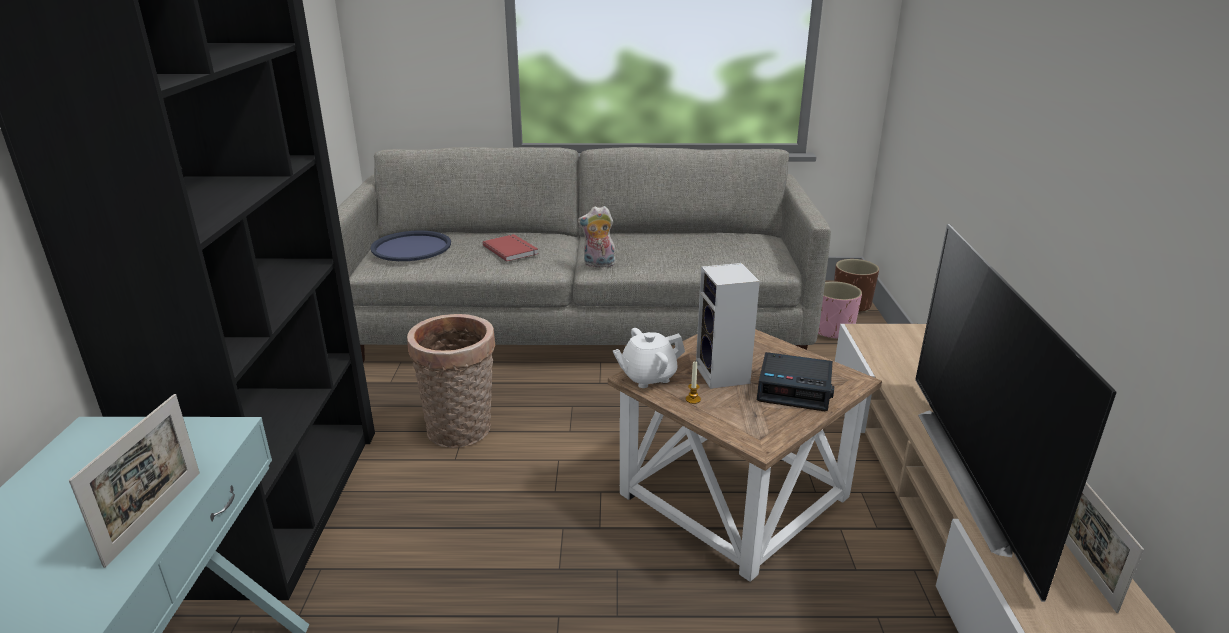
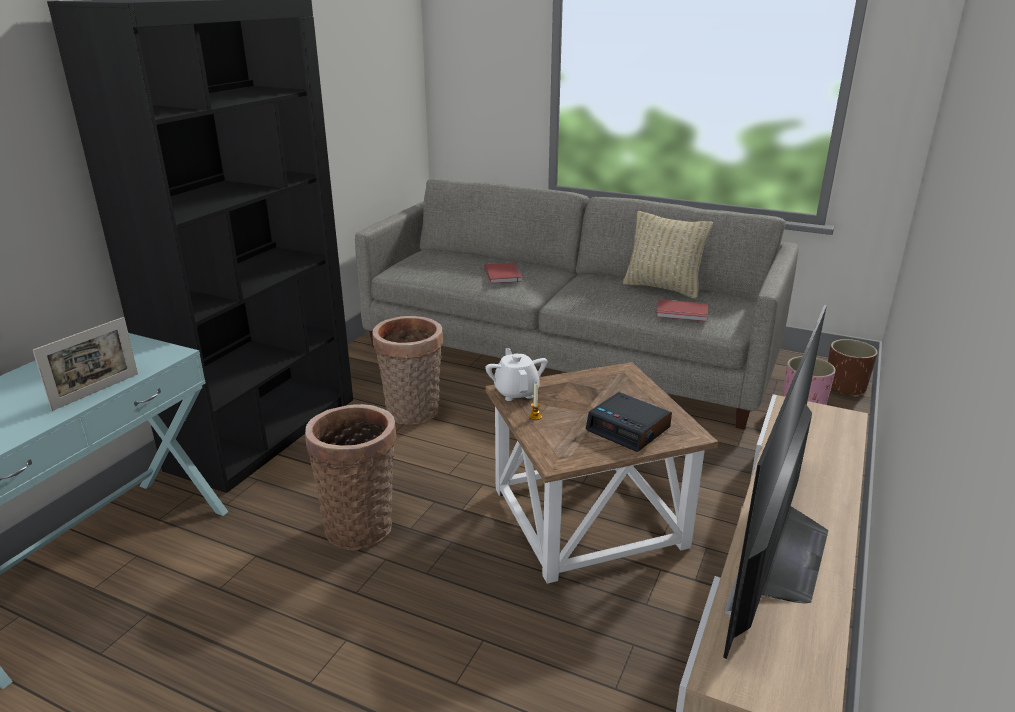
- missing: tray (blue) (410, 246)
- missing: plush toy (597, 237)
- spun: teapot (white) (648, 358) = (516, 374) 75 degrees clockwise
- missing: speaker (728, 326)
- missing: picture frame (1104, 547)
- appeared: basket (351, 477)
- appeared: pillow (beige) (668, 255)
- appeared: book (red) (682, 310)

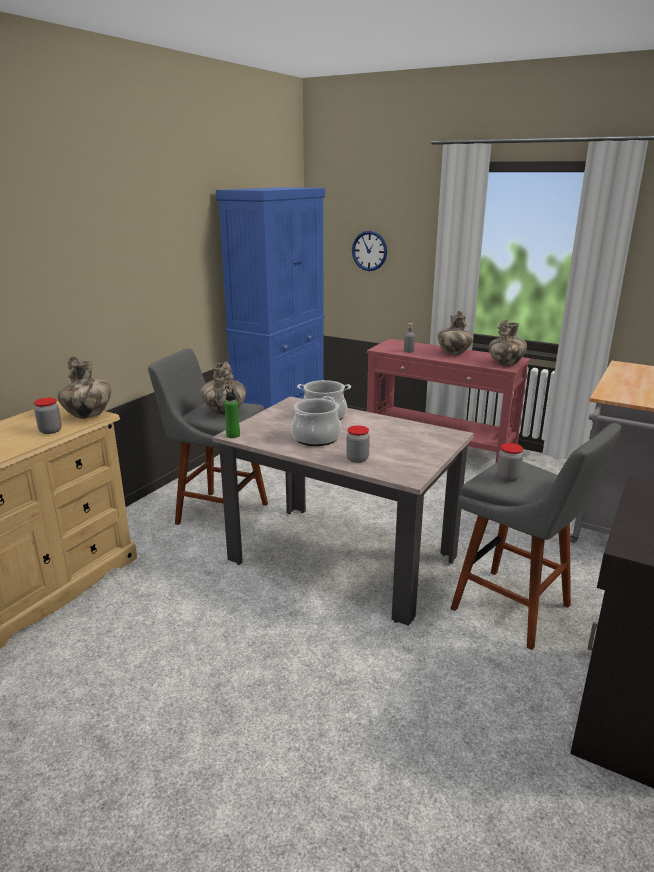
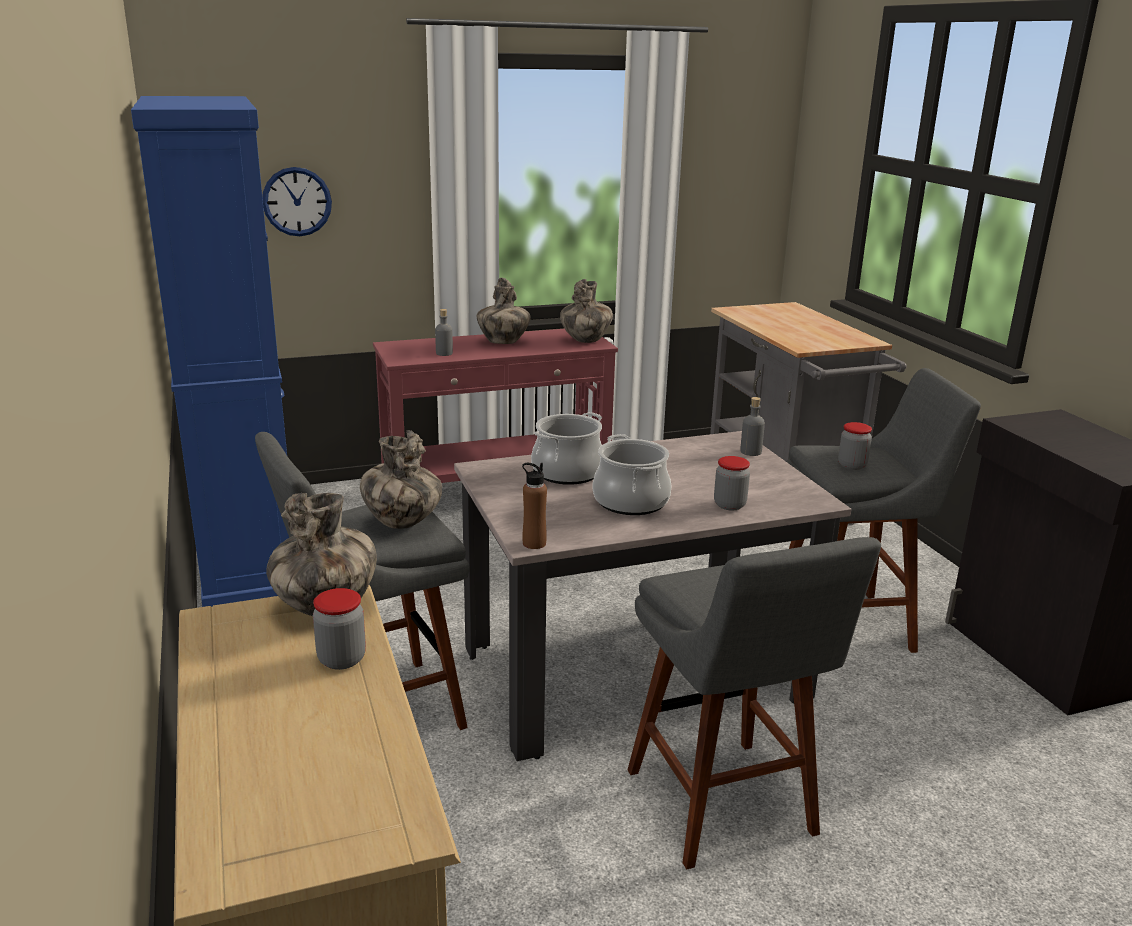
- colour: bottle (green) (232, 412) to bottle (brown) (534, 506)
- appeared: stool (grey) (754, 703)
- appeared: bottle (grey) (752, 426)

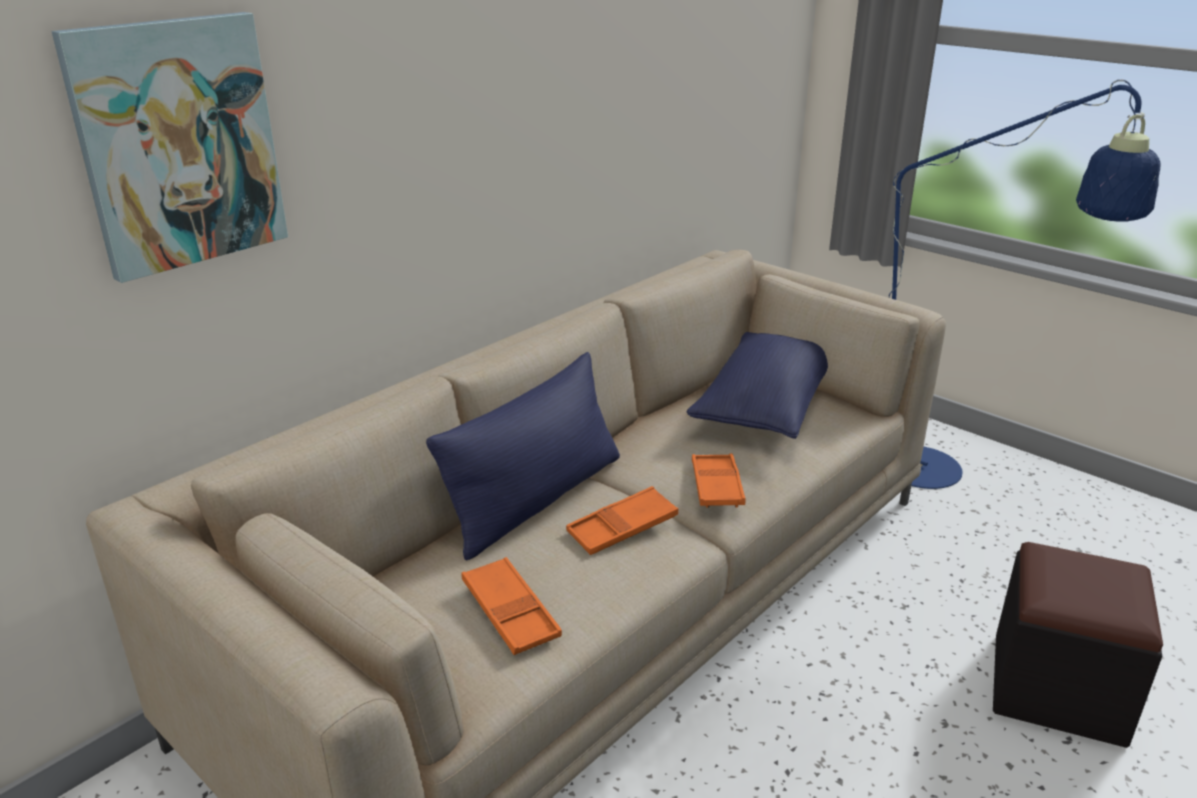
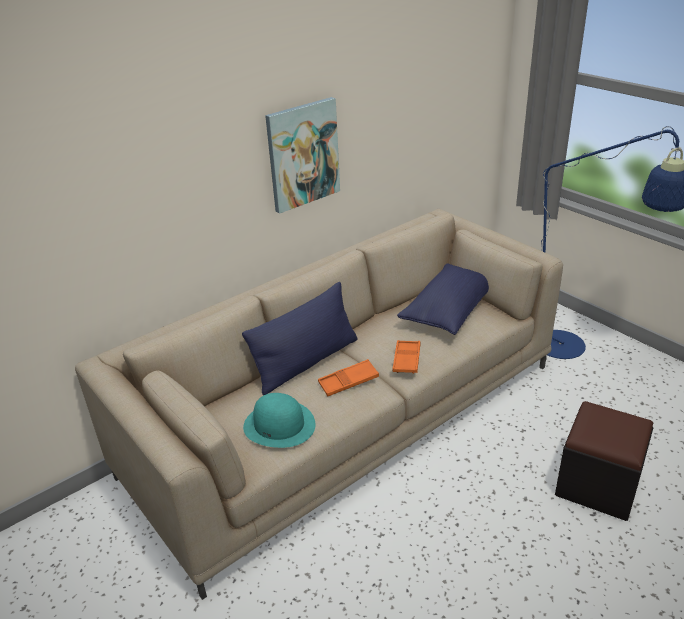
- relocated: picture (170, 147) to (302, 155)
- exchanged: tray (orange) (512, 606) to hat (turquoise) (279, 420)

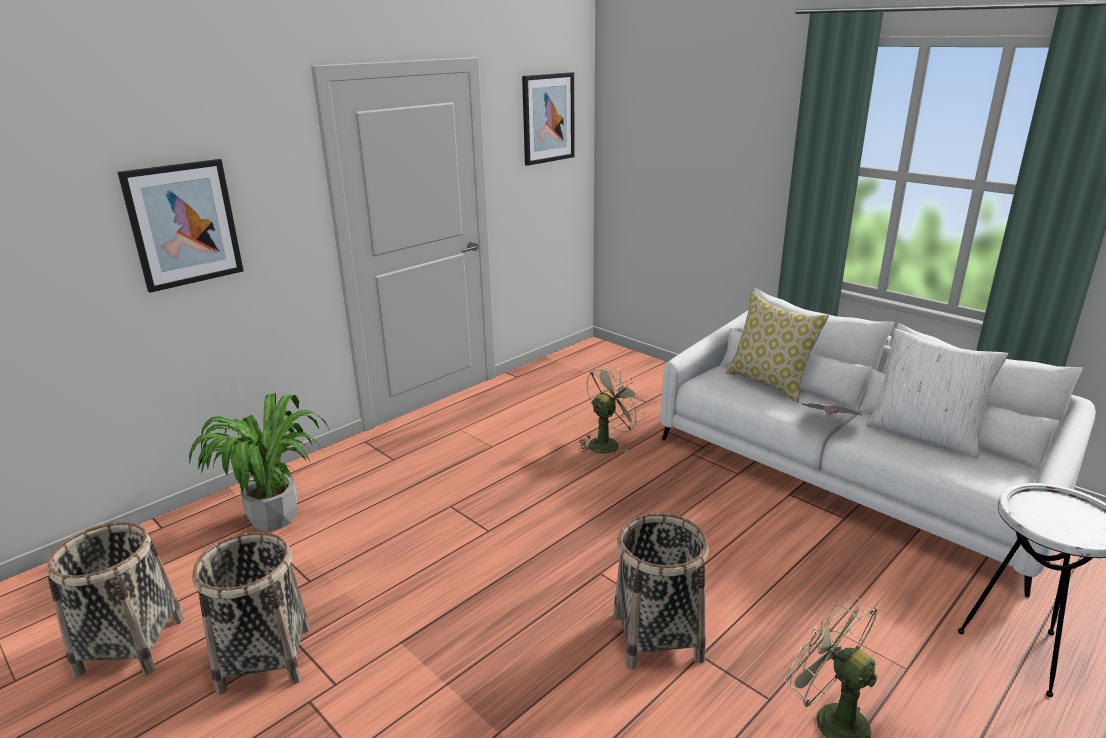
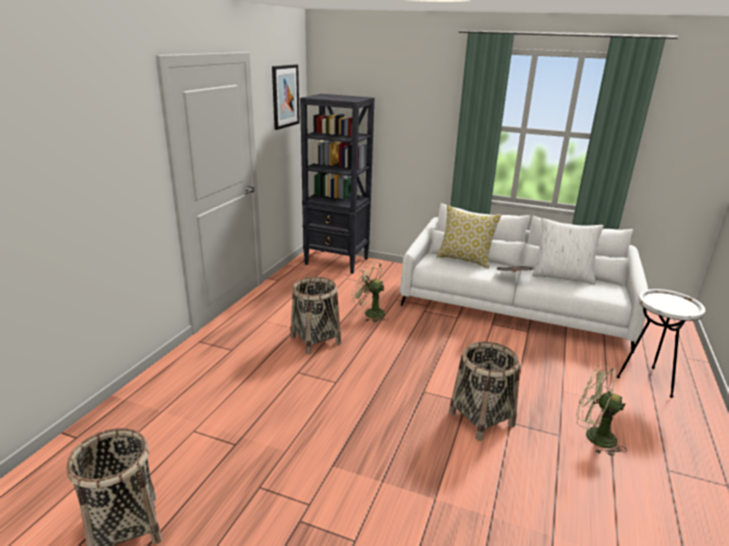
- missing: picture (181, 226)
- missing: potted plant (259, 462)
- relocated: basket (251, 613) to (315, 315)
- spun: fan (green) (611, 410) = (369, 291) 90 degrees counterclockwise
- appeared: bookcase (black) (337, 184)

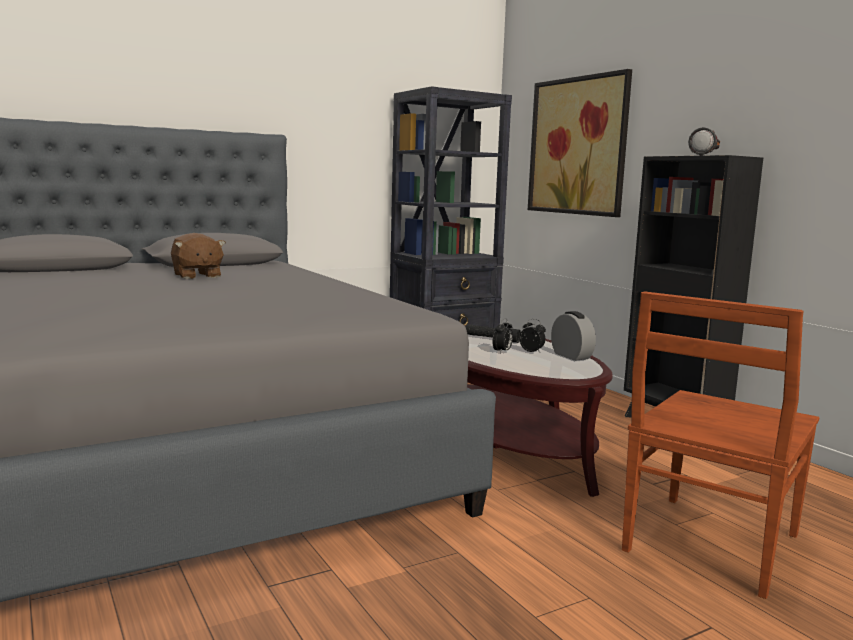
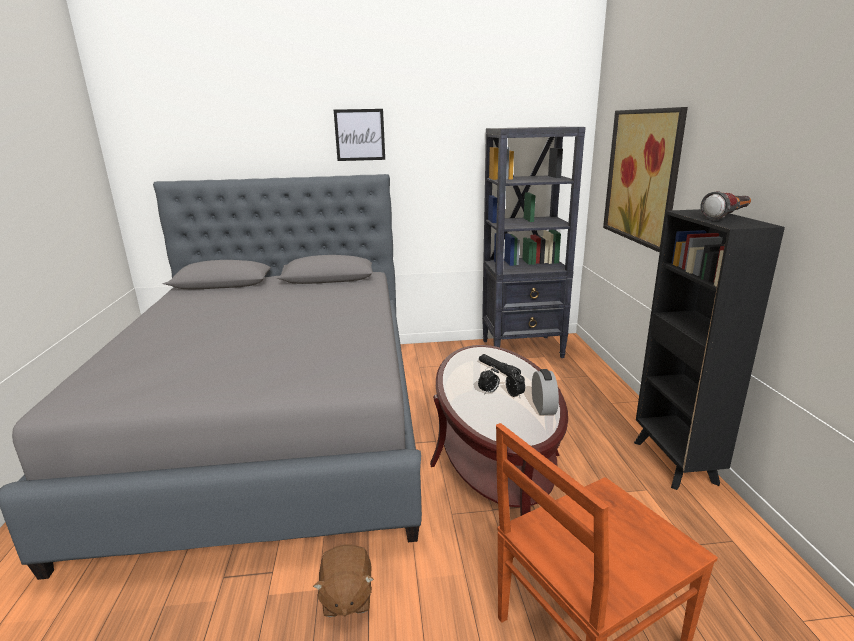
- relocated: plush toy (brown) (198, 256) to (343, 580)
- appeared: picture (359, 135)

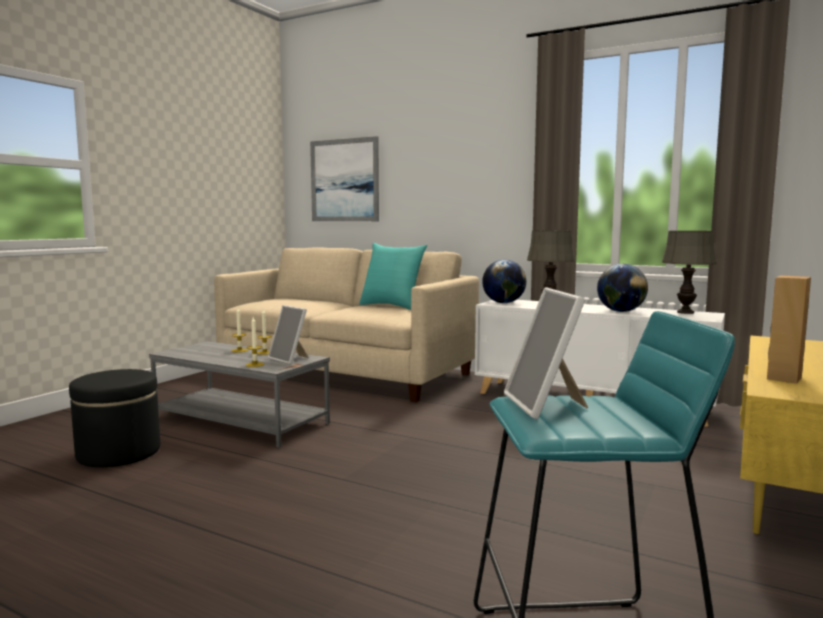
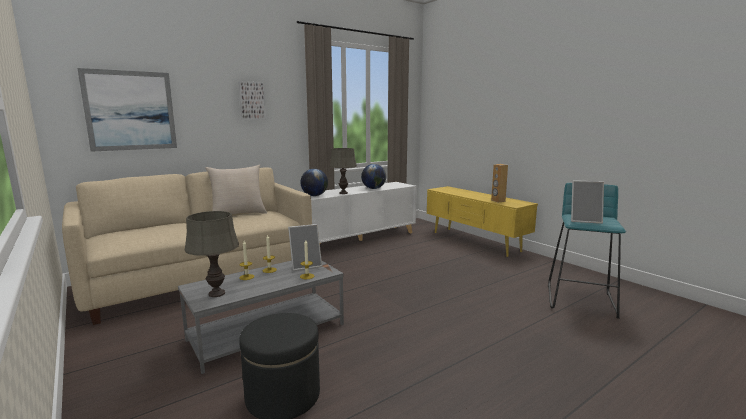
- colour: pillow (turquoise) (393, 276) to pillow (beige) (236, 189)
- relocated: table lamp (grey) (689, 272) to (212, 254)
- appeared: picture (252, 100)

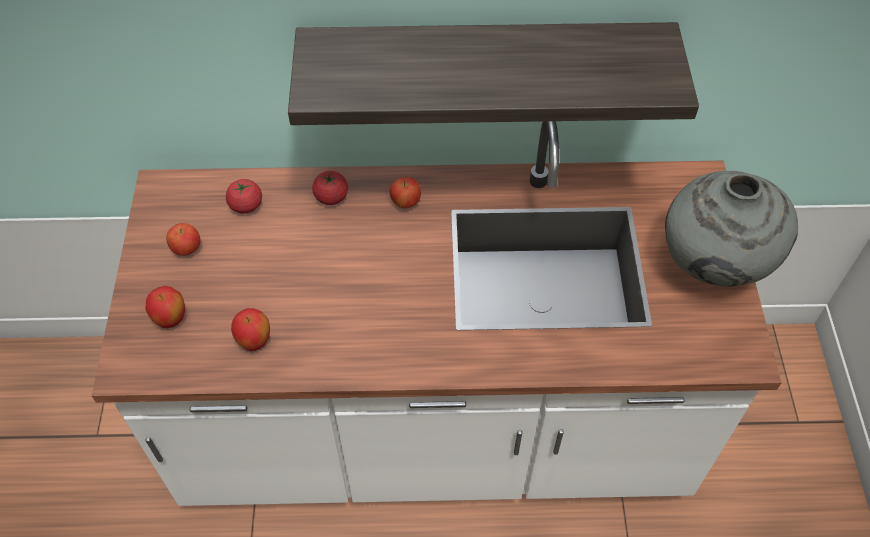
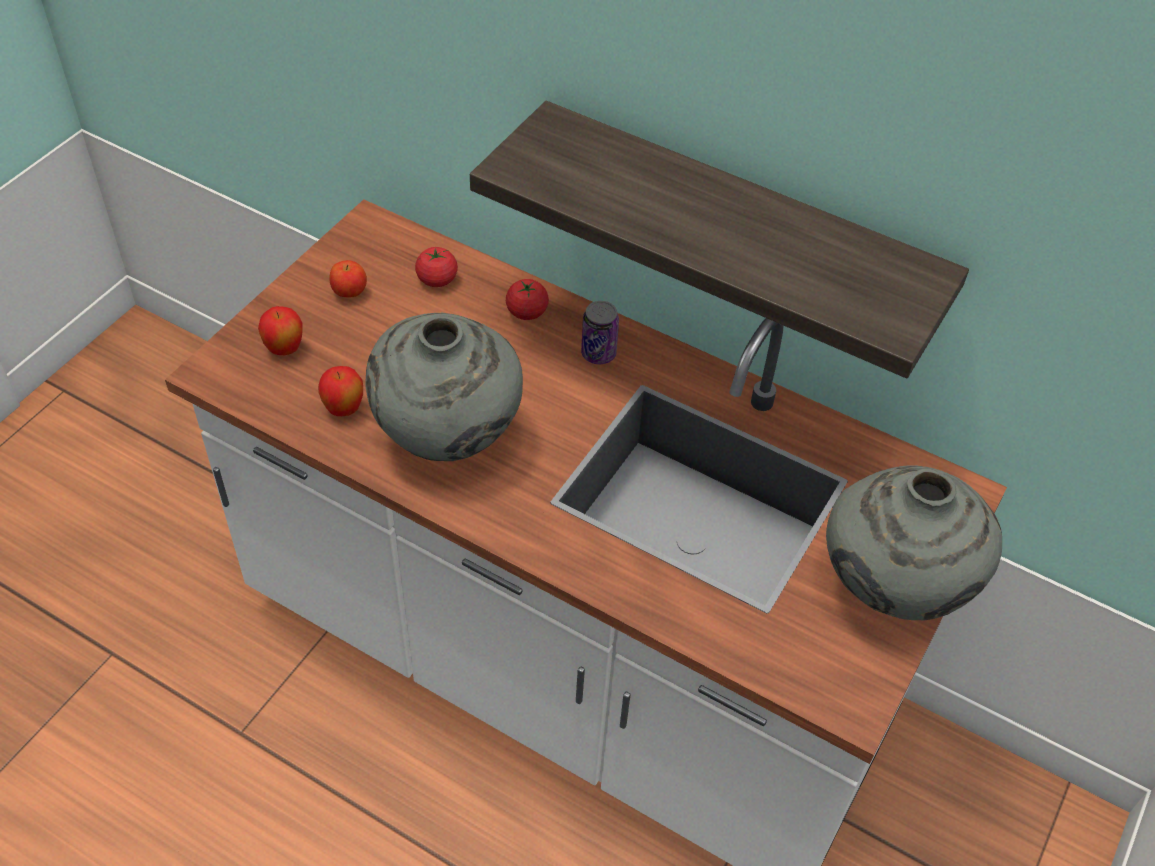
- exchanged: apple (405, 192) to can (600, 332)
- appeared: vase (grey) (444, 387)

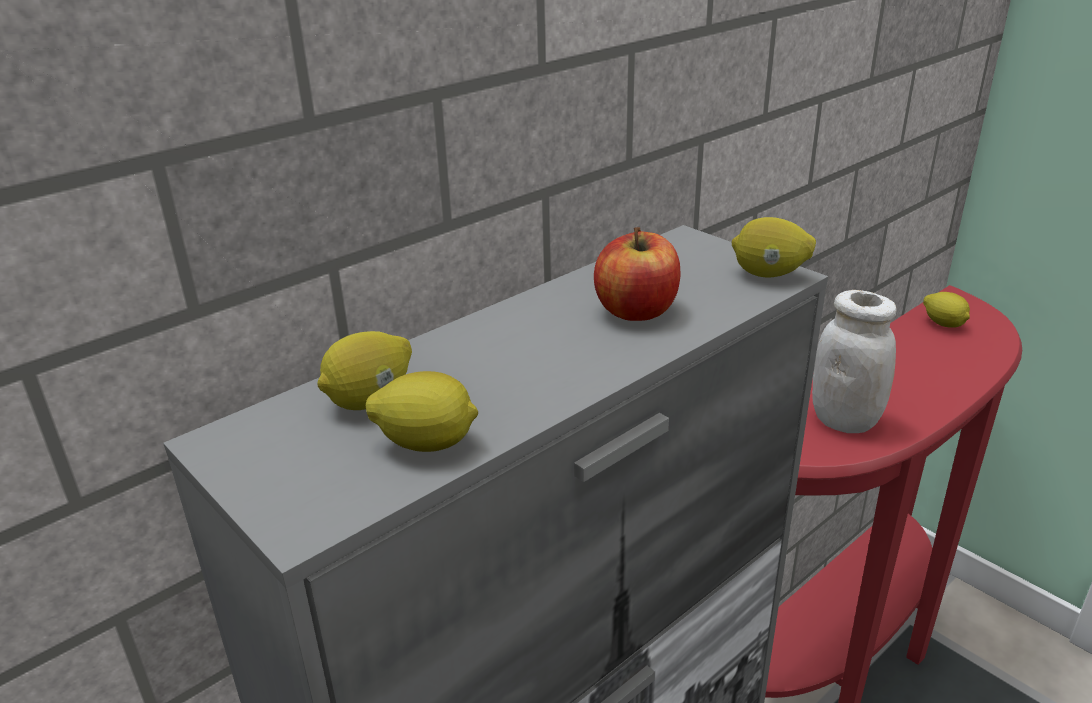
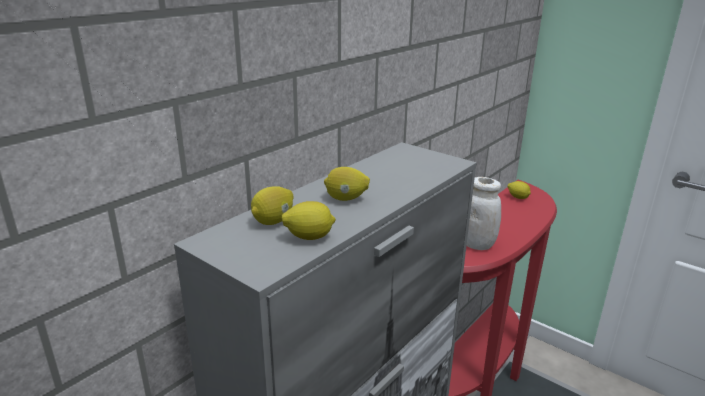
- missing: apple (637, 274)
- relocated: lemon (774, 247) to (347, 184)

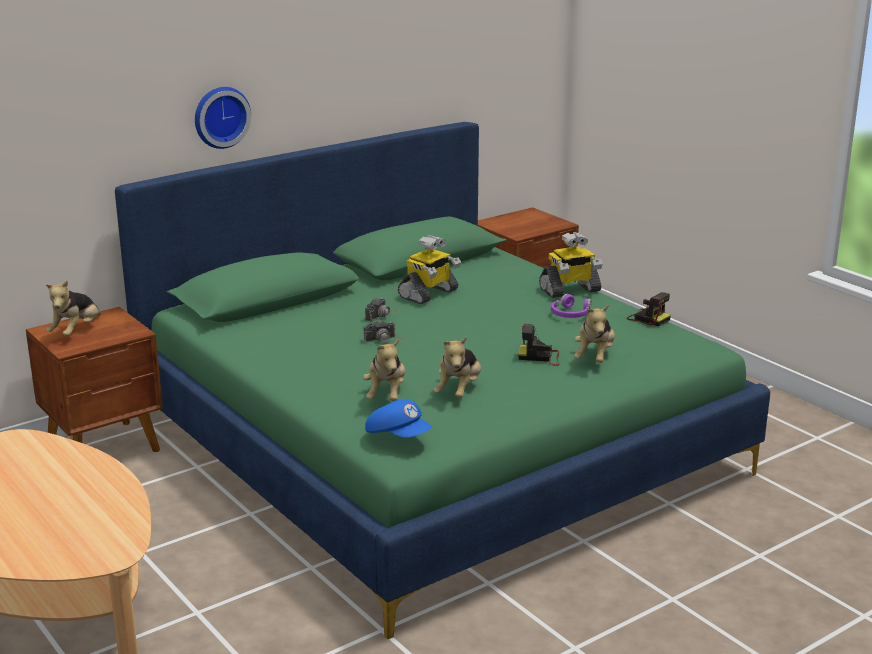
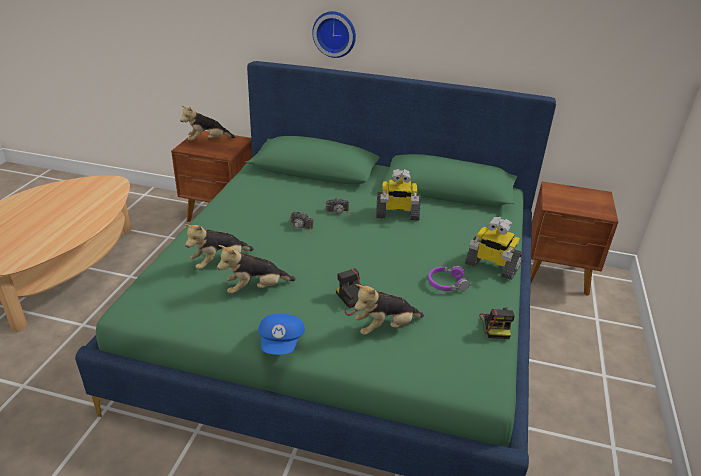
- relocated: cap (blue) (398, 418) to (281, 334)

